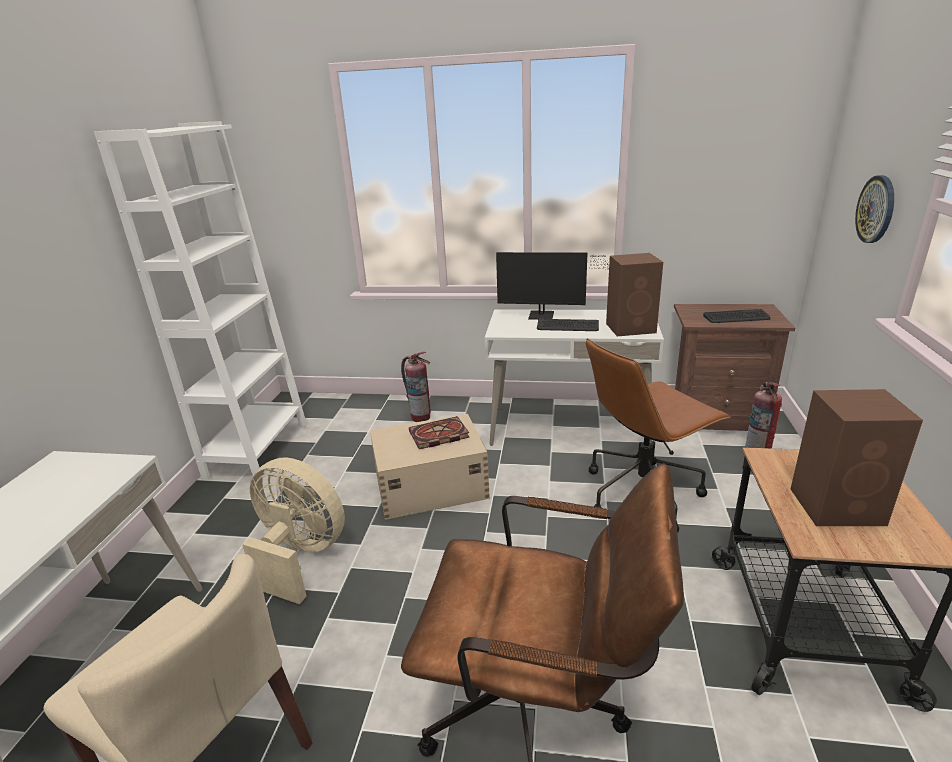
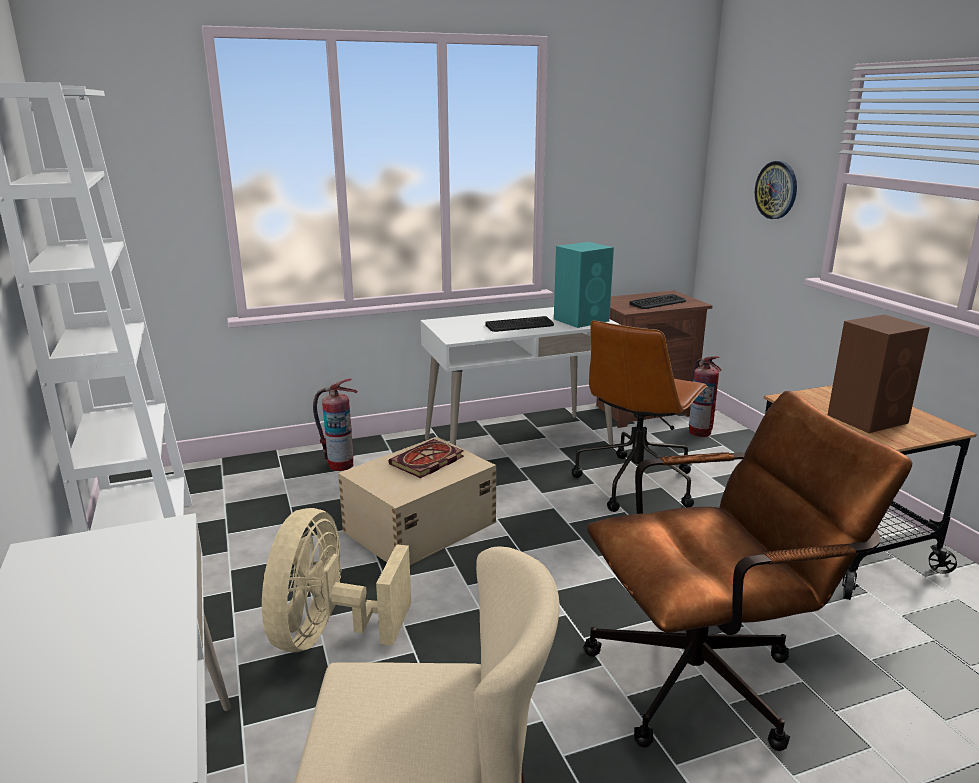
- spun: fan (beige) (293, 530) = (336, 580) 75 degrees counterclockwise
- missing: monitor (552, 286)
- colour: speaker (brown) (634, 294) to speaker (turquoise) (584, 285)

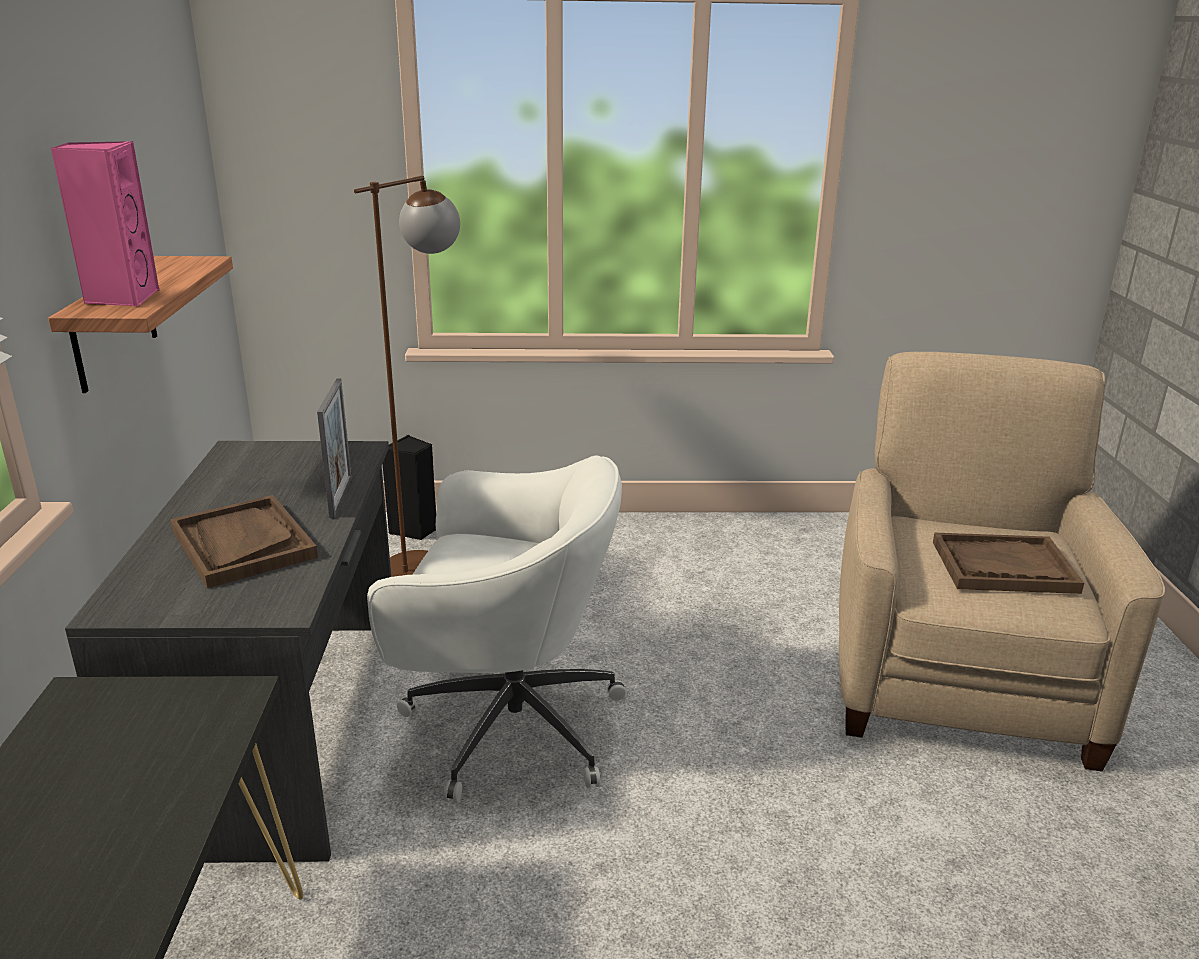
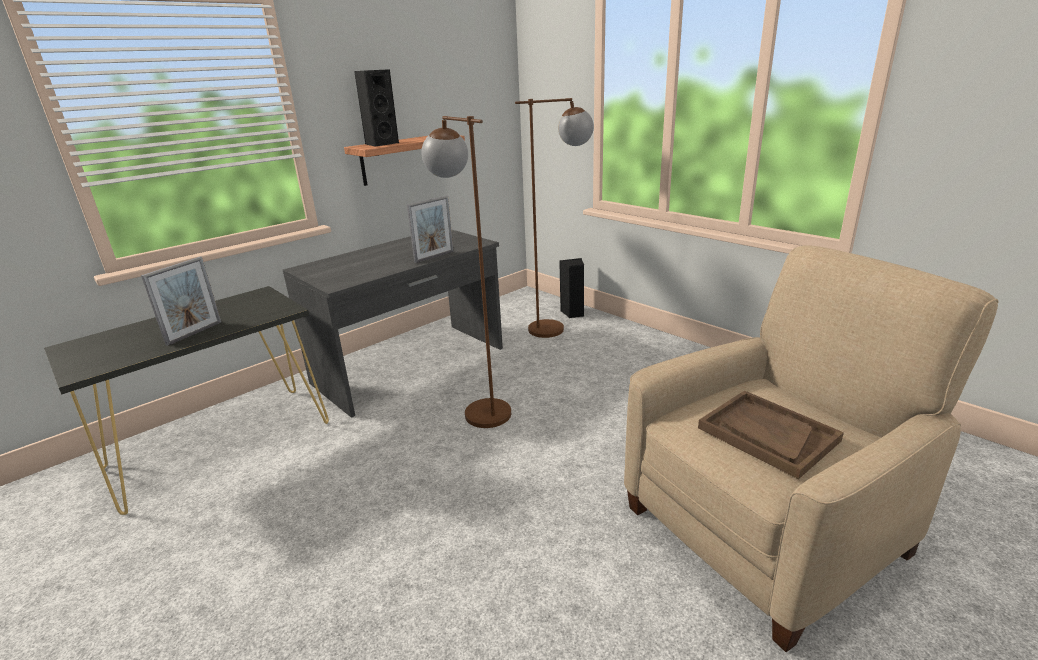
- colour: speaker (pink) (105, 223) to speaker (black) (376, 108)
- missing: tray (brown) (244, 541)
- exchanged: office chair (white) (496, 629) to floor lamp (brown) (466, 272)
- appeared: picture frame (181, 301)

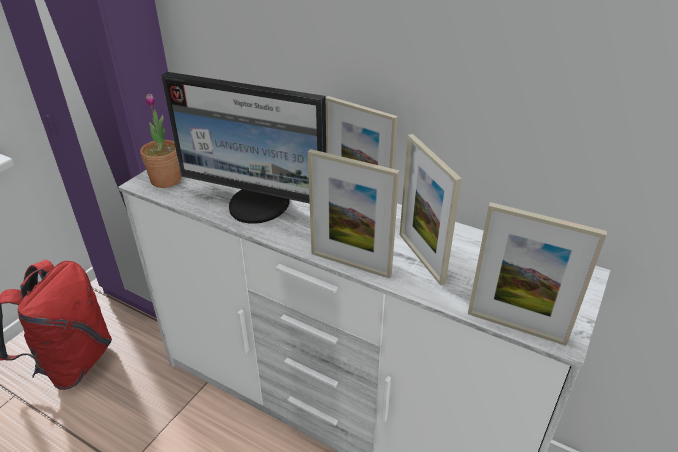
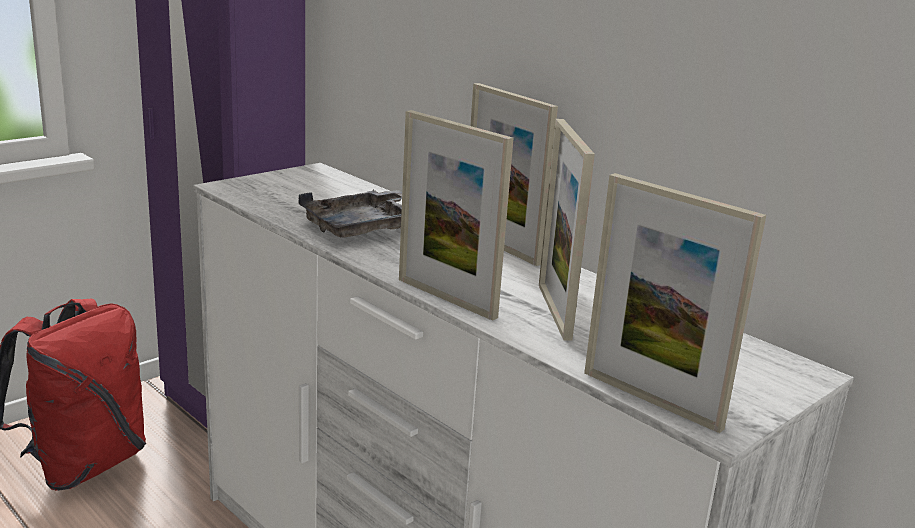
- missing: potted plant (160, 141)
- exchanged: monitor (243, 148) to tray (grey) (350, 214)

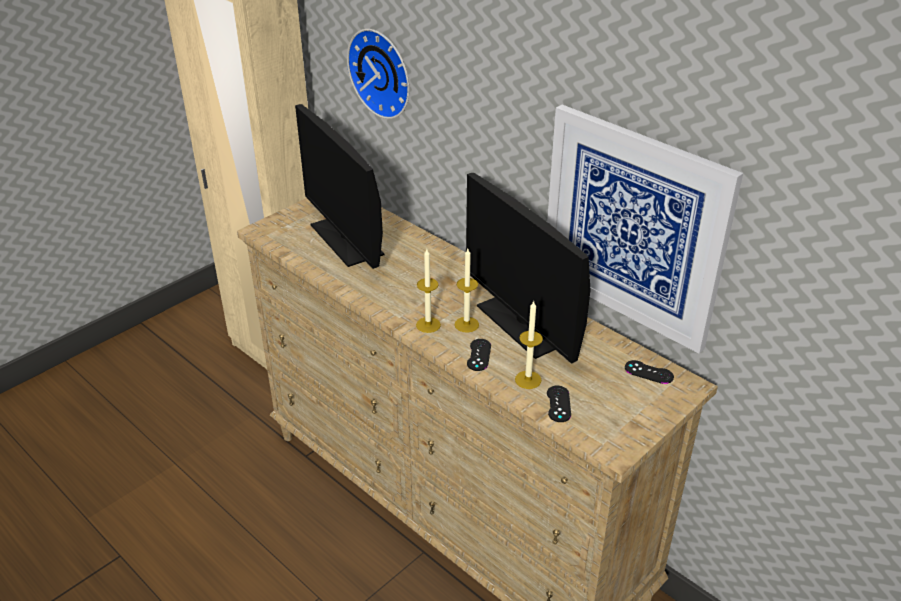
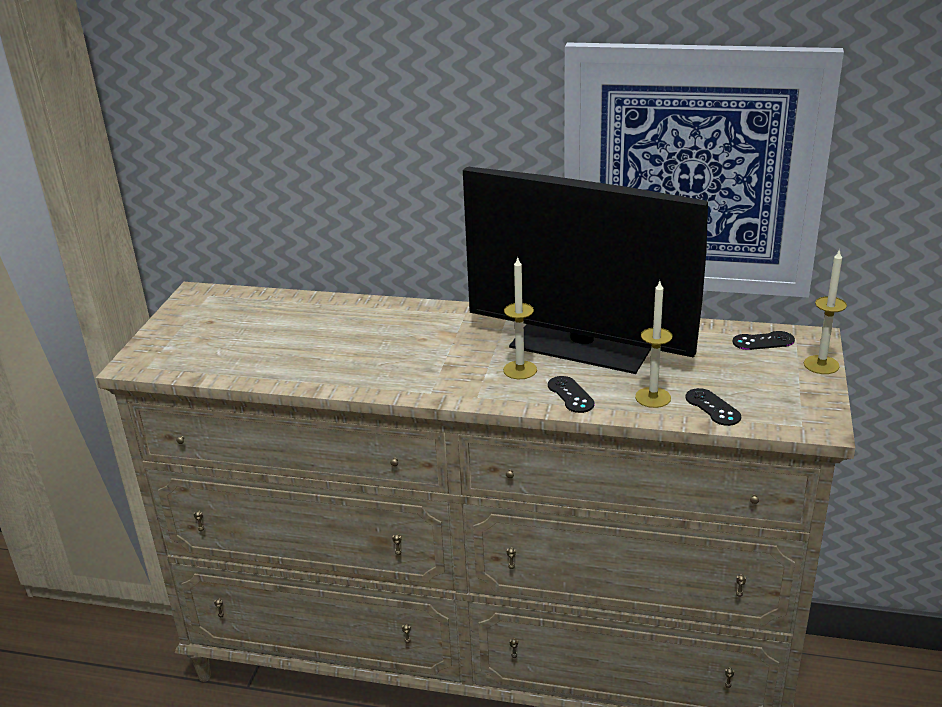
- missing: monitor (339, 186)
- missing: wall clock (378, 74)
- relocated: candle (428, 291) to (825, 311)

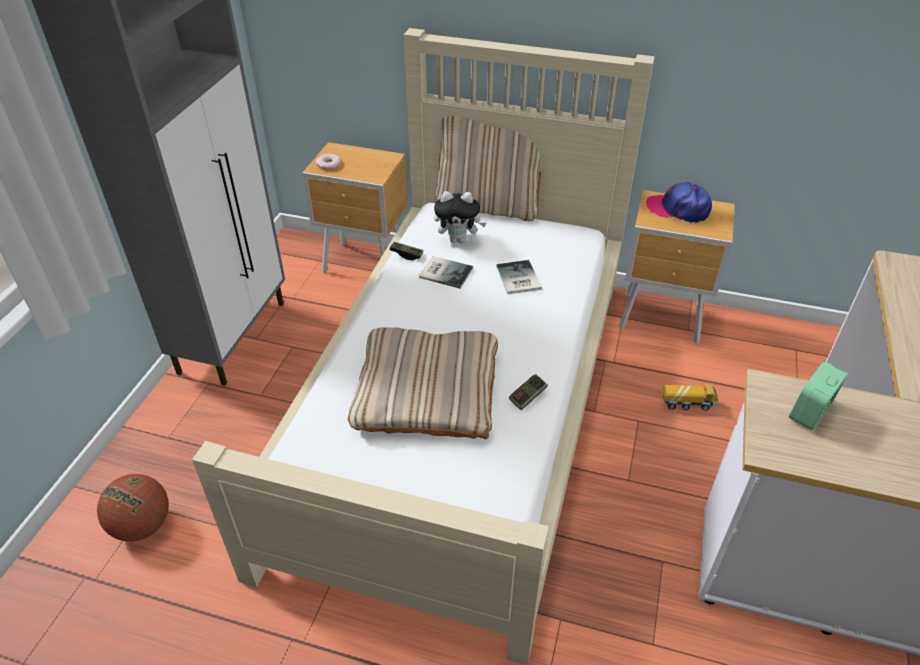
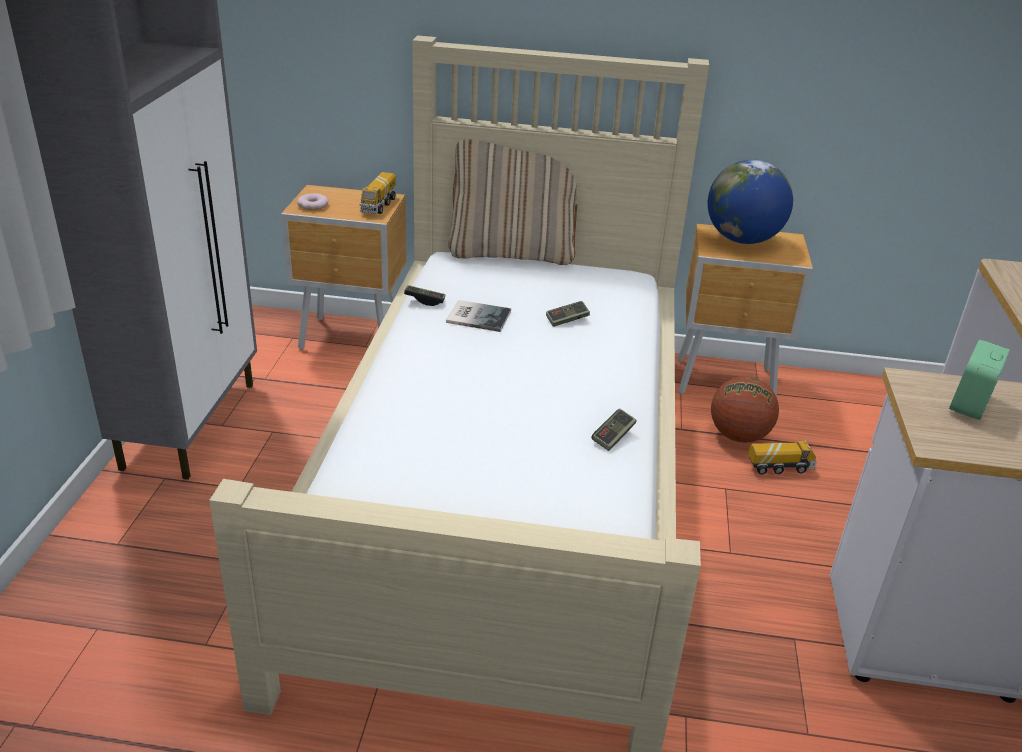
- relocated: basketball (133, 508) to (745, 409)
- missing: pillow (beige) (423, 383)
- missing: plush toy (460, 217)
- exchanged: book (519, 277) to game controller (568, 314)
- exchanged: cap (679, 202) to globe (750, 202)
- appeared: toy truck (378, 193)

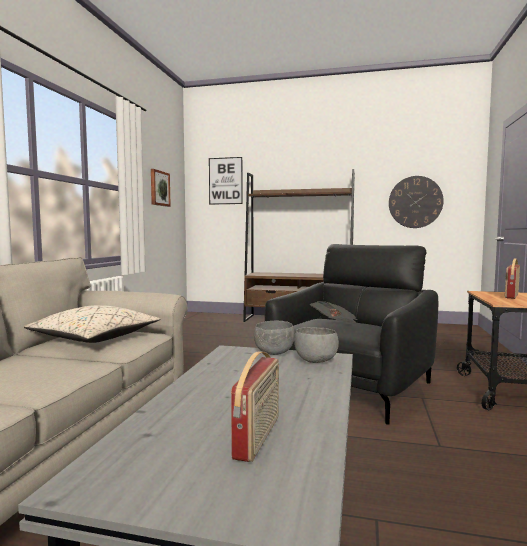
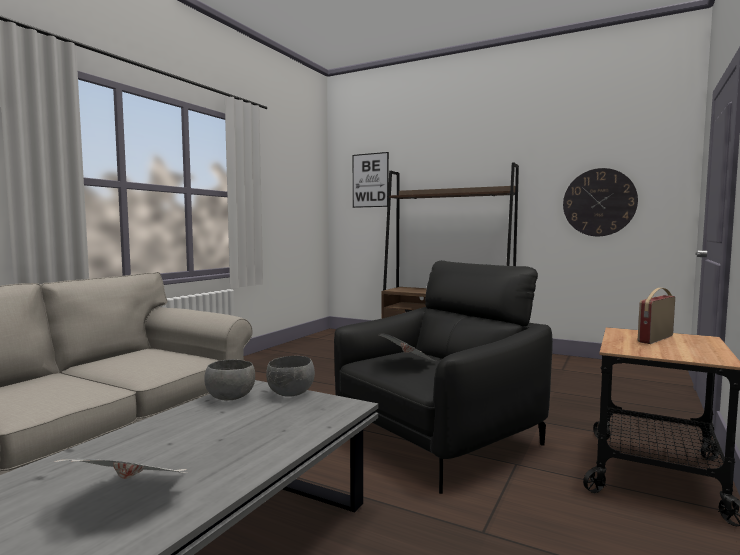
- missing: pillow (beige) (92, 324)
- missing: picture (161, 188)
- exchanged: radio (255, 406) to newspaper (121, 469)
- relocated: bowl (grey) (316, 345) to (229, 380)

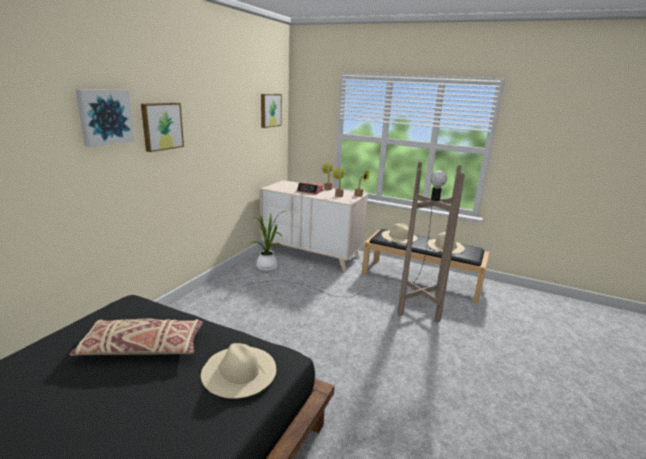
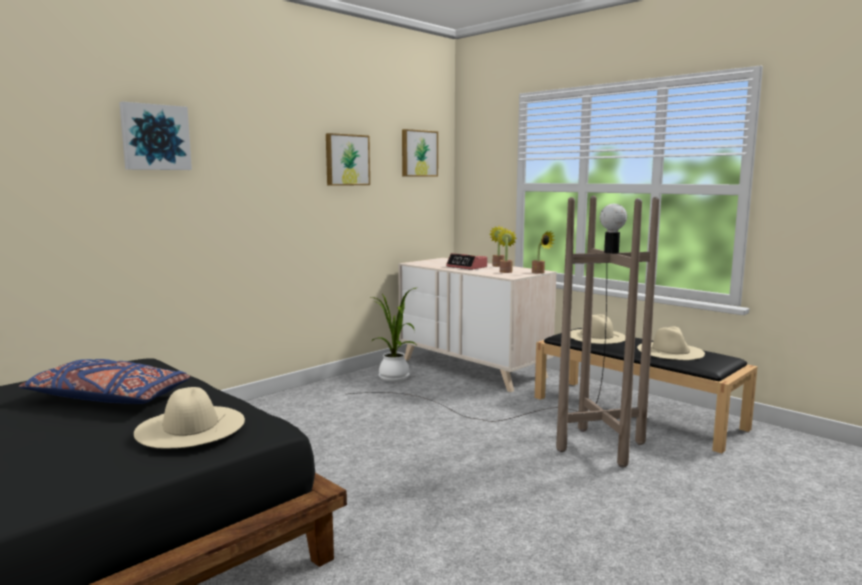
- colour: pillow (beige) (136, 337) to pillow (blue) (104, 381)
- relocated: picture (162, 127) to (348, 159)

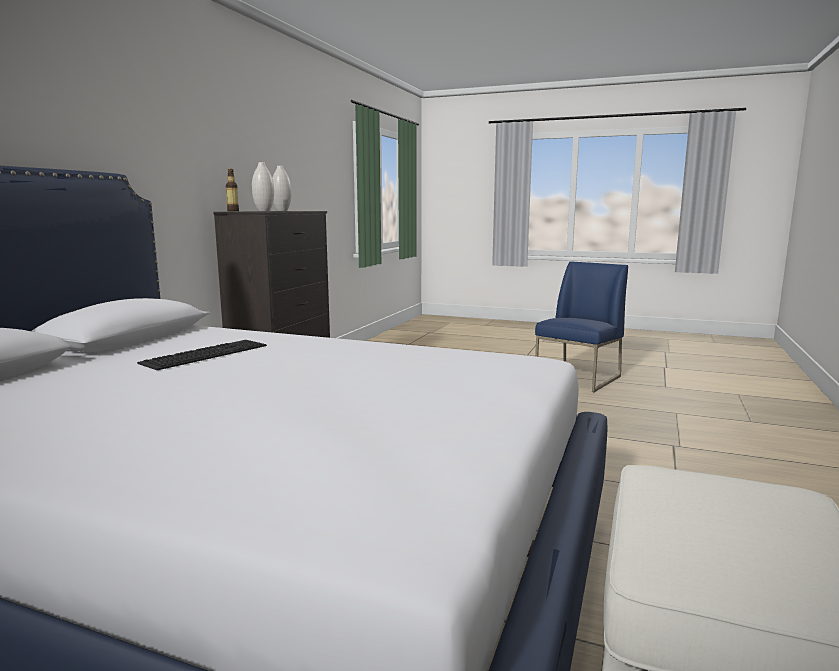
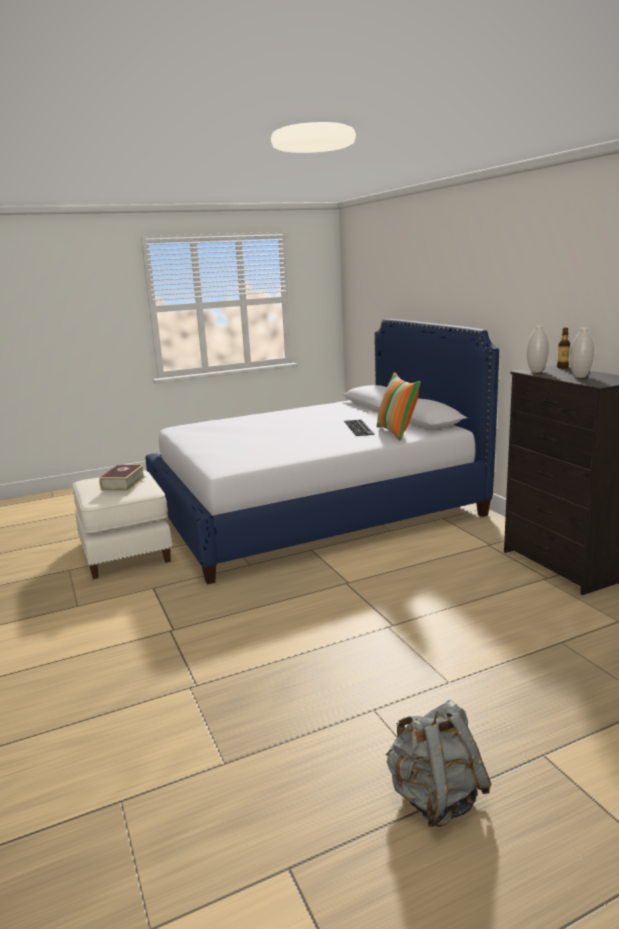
- exchanged: chair (blue) (581, 326) to backpack (grey) (439, 763)
- appeared: book (122, 477)
- appeared: pillow (398, 406)

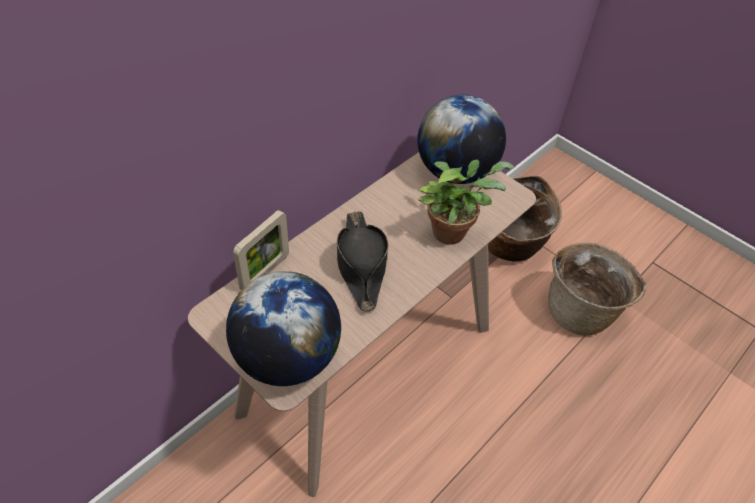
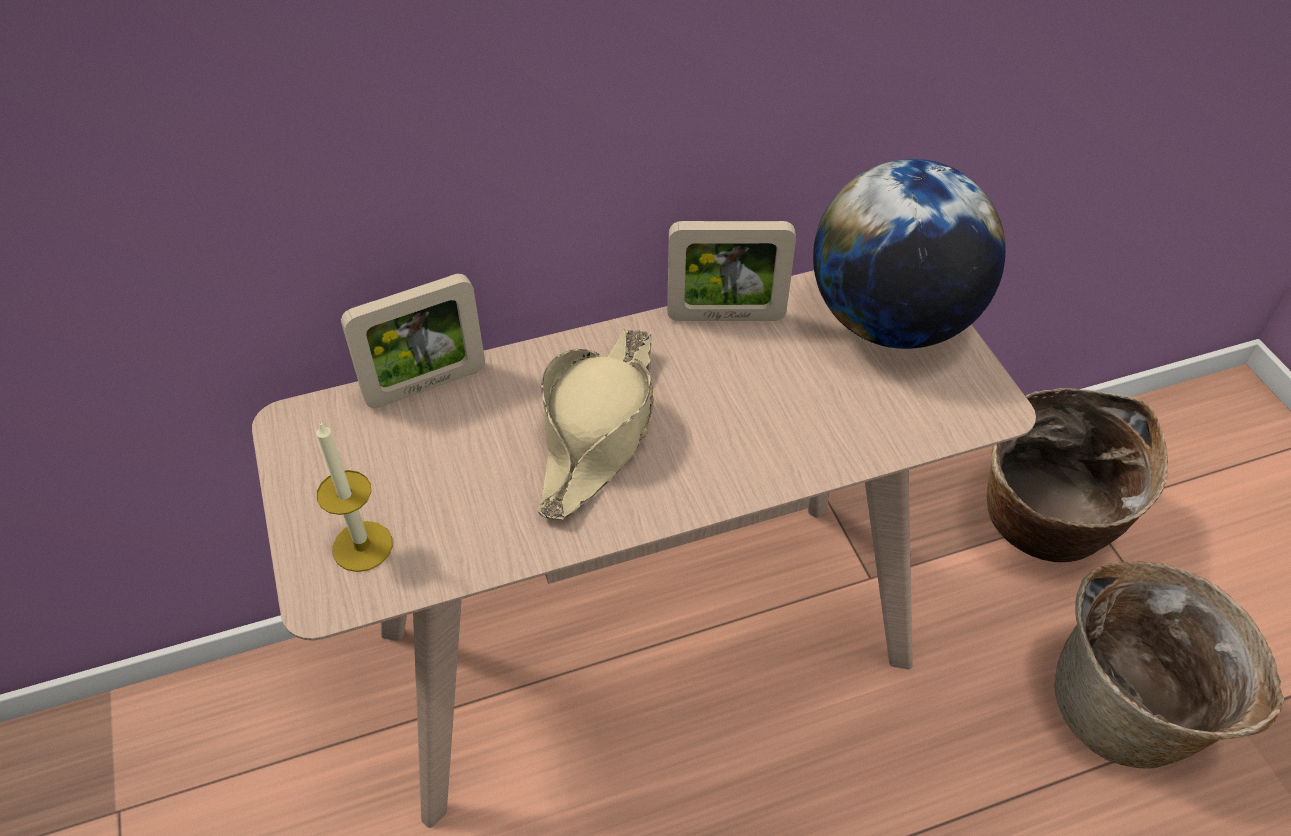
- exchanged: globe (283, 328) to candle (354, 496)
- colour: hat (black) (362, 261) to hat (beige) (595, 424)
- missing: potted plant (466, 202)
- appeared: picture frame (731, 271)

